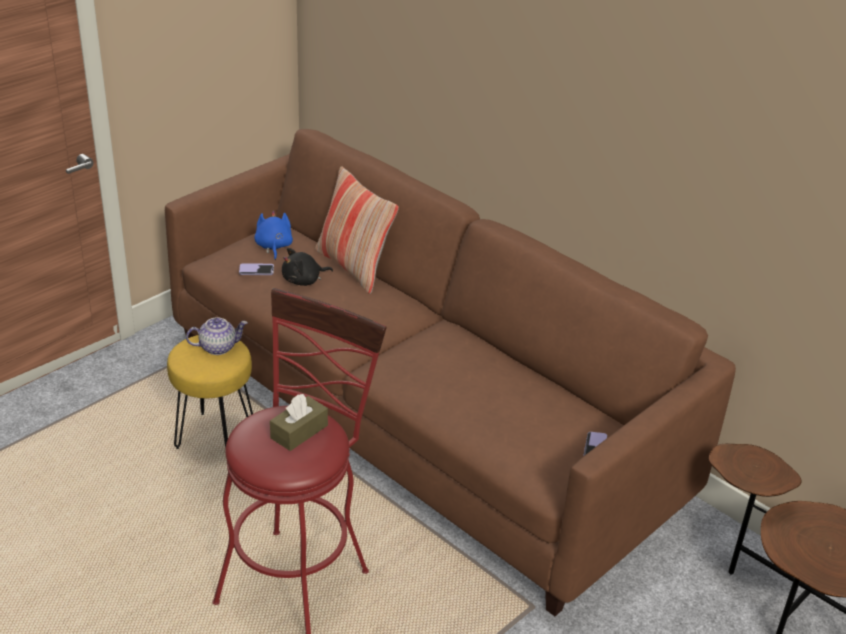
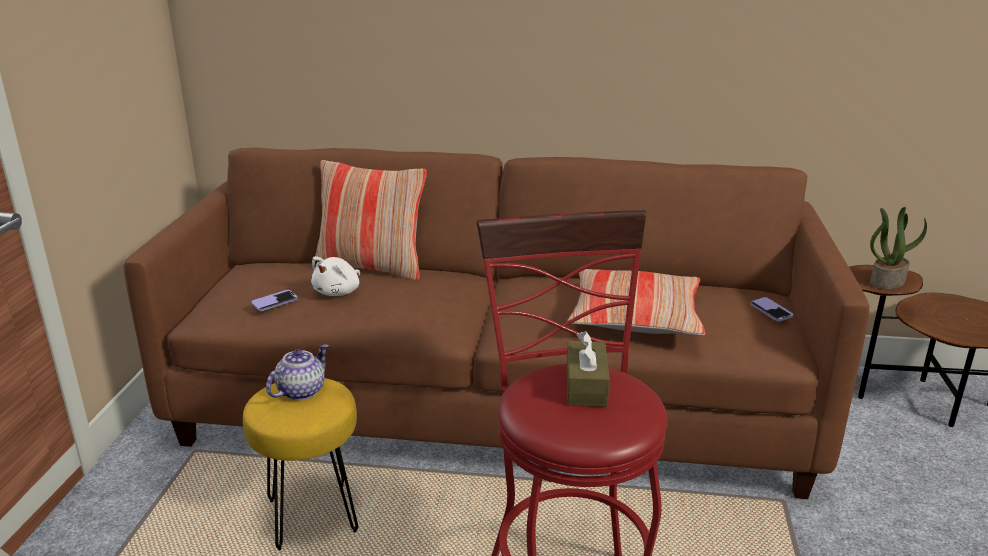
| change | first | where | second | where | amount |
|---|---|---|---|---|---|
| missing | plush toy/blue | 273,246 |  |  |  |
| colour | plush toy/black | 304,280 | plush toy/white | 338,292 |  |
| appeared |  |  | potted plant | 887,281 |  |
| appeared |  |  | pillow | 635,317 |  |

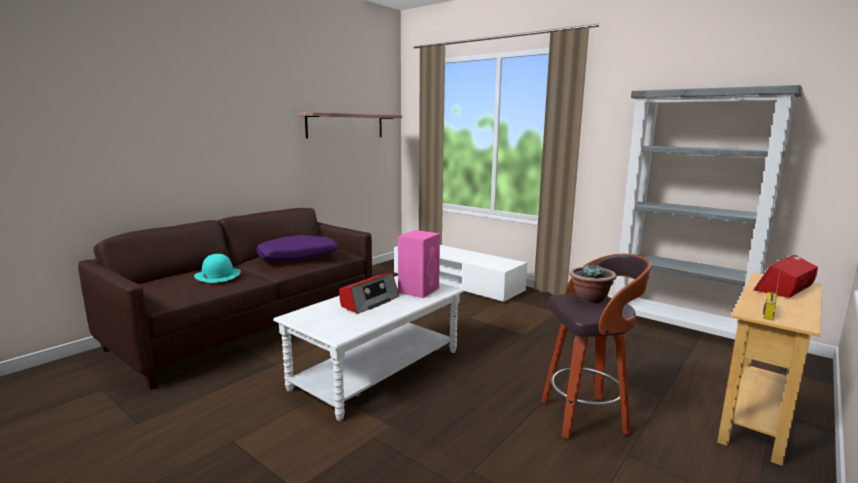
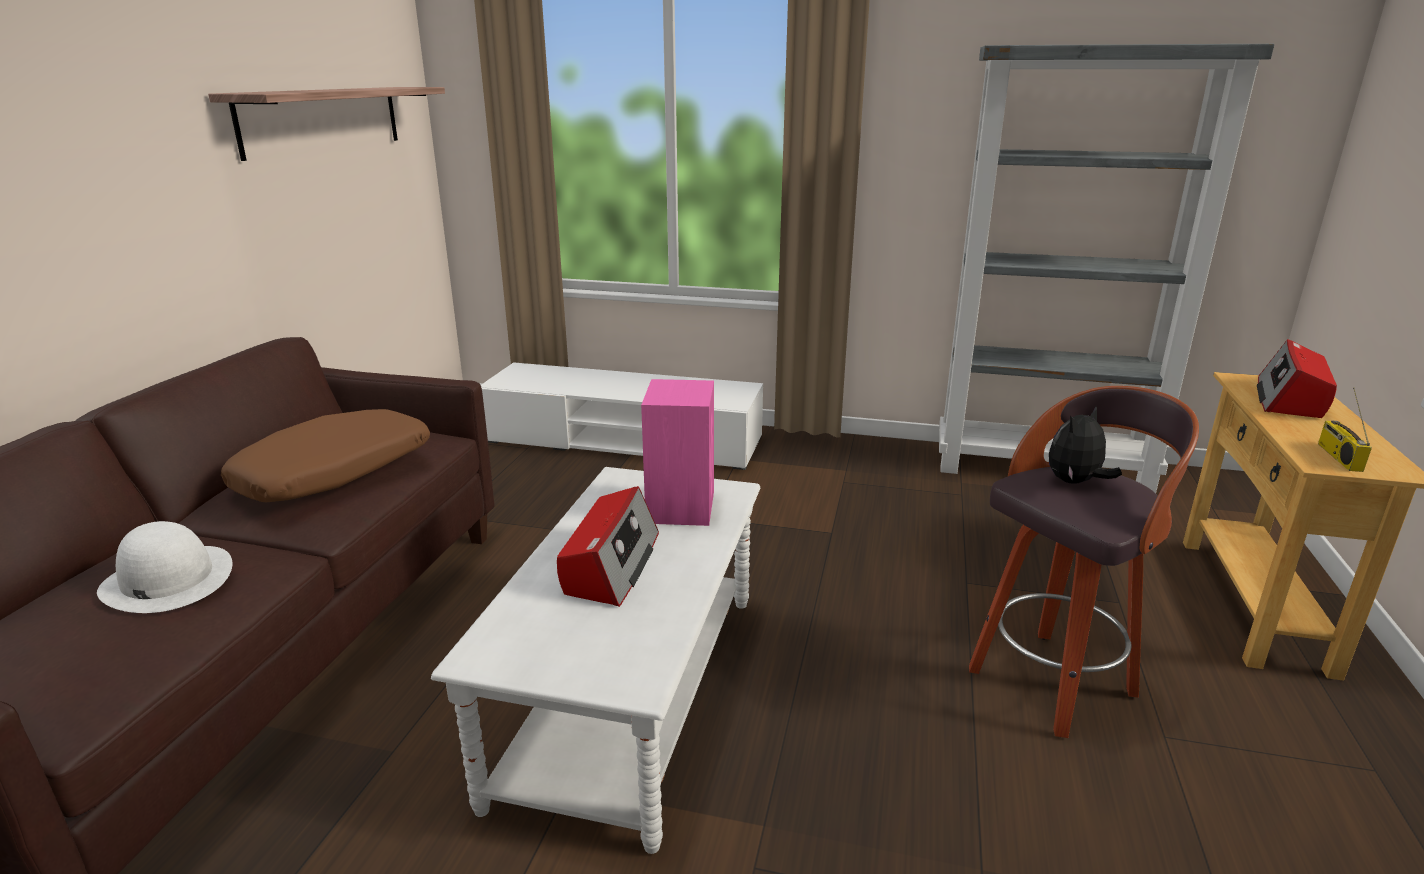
| change | first | where | second | where | amount |
|---|---|---|---|---|---|
| colour | pillow/purple | 298,257 | pillow/brown | 335,473 |  |
| colour | hat/turquoise | 217,275 | hat/white | 167,579 |  |
| exchanged | potted plant | 590,299 | plush toy | 1075,482 |  |

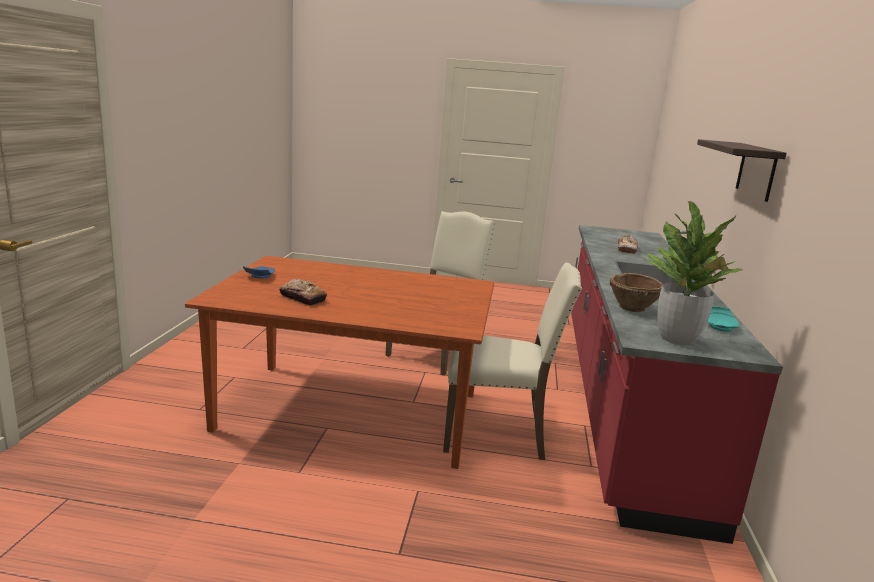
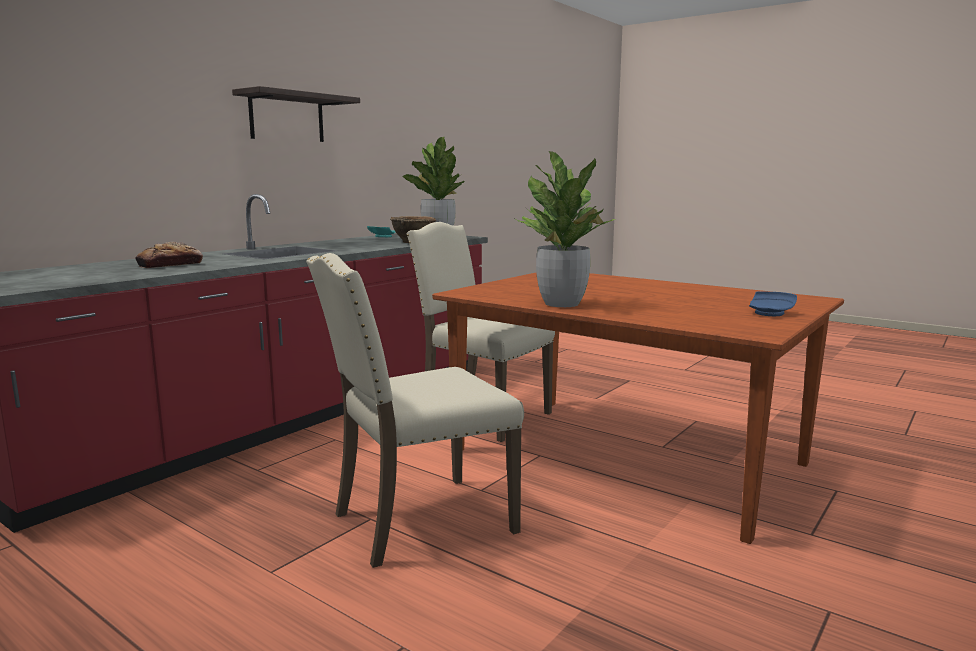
| change | first | where | second | where | amount |
|---|---|---|---|---|---|
| missing | bread | 302,298 |  |  |  |
| appeared |  |  | potted plant | 562,304 |  |

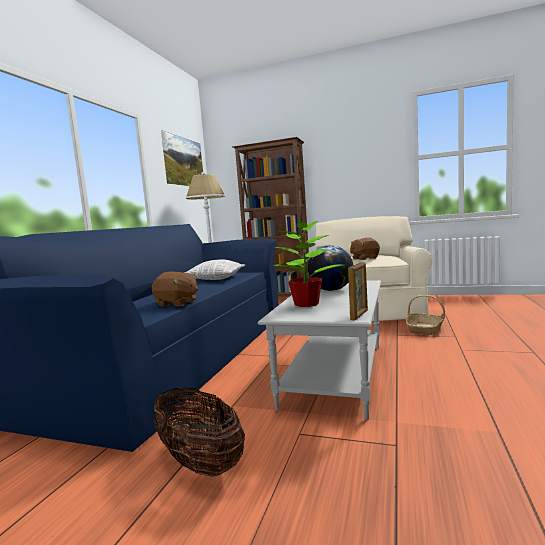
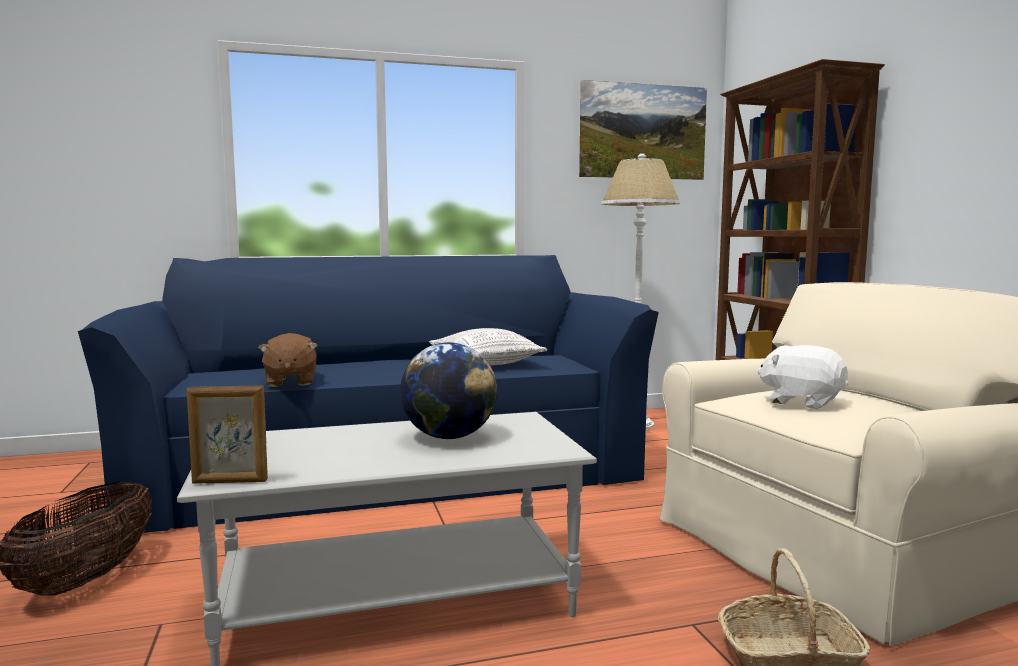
| change | first | where | second | where | amount |
|---|---|---|---|---|---|
| missing | potted plant | 307,304 |  |  |  |
| colour | plush toy/brown | 364,258 | plush toy/white | 802,402 |  |

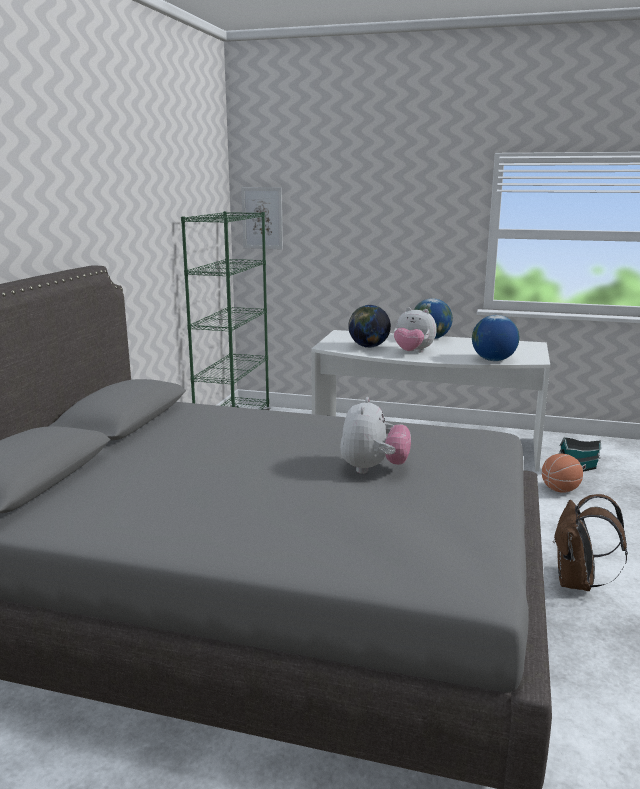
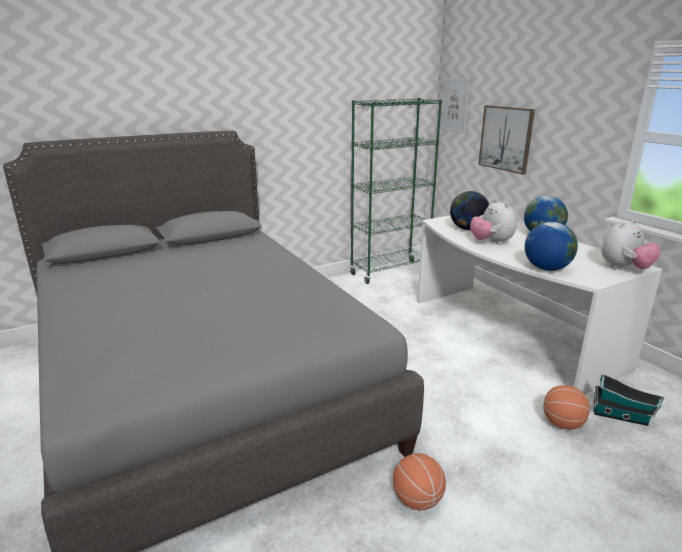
| change | first | where | second | where | amount |
|---|---|---|---|---|---|
| relocated | plush toy | 373,469 |  | 624,268 |  |
| exchanged | backpack/brown | 578,583 | basketball | 417,500 |  |
| appeared |  |  | picture | 506,138 |  |

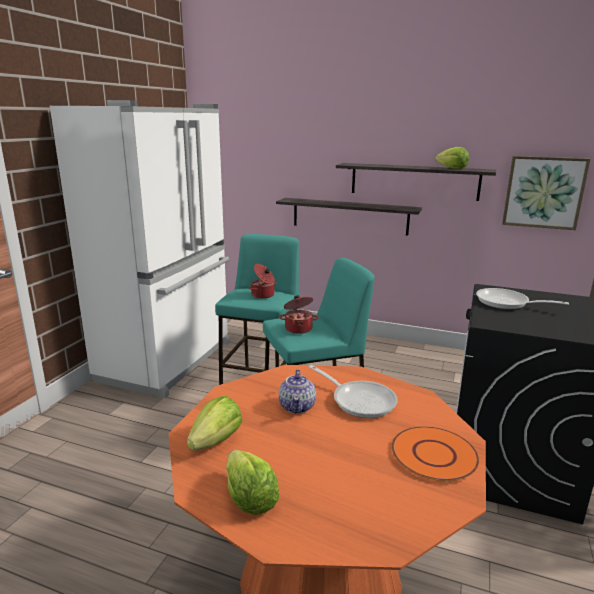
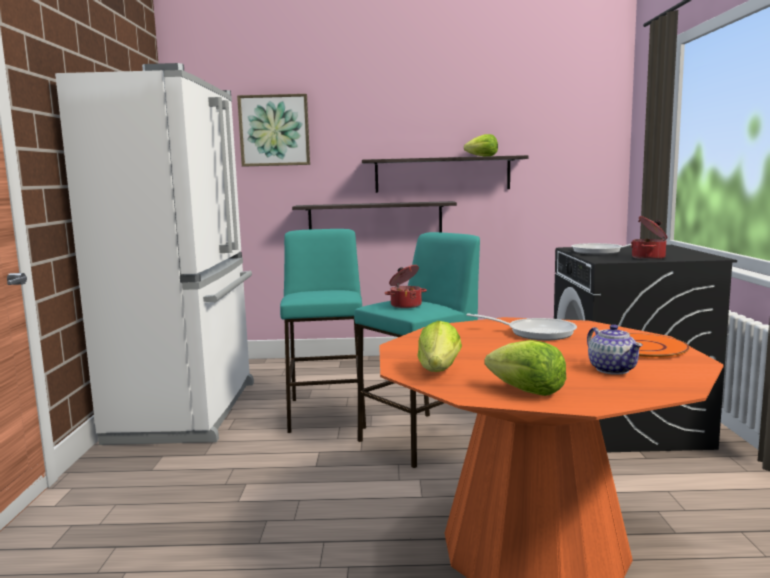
| change | first | where | second | where | amount |
|---|---|---|---|---|---|
| relocated | picture | 543,192 |  | 274,130 |  |
| relocated | cooking pot | 263,295 |  | 649,258 |  |
| relocated | teapot | 297,406 |  | 612,369 |  |

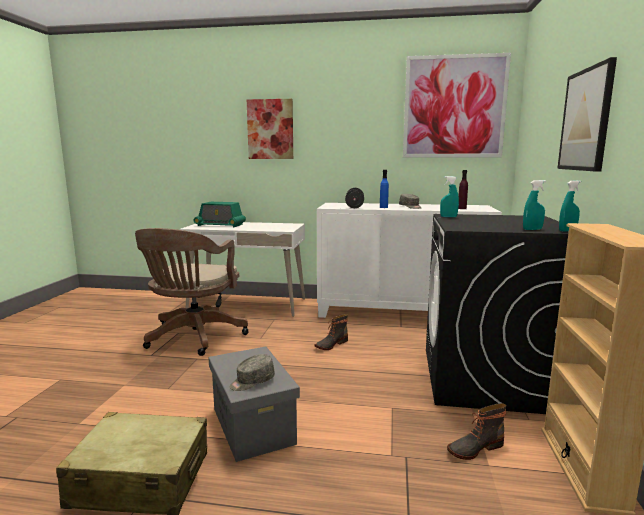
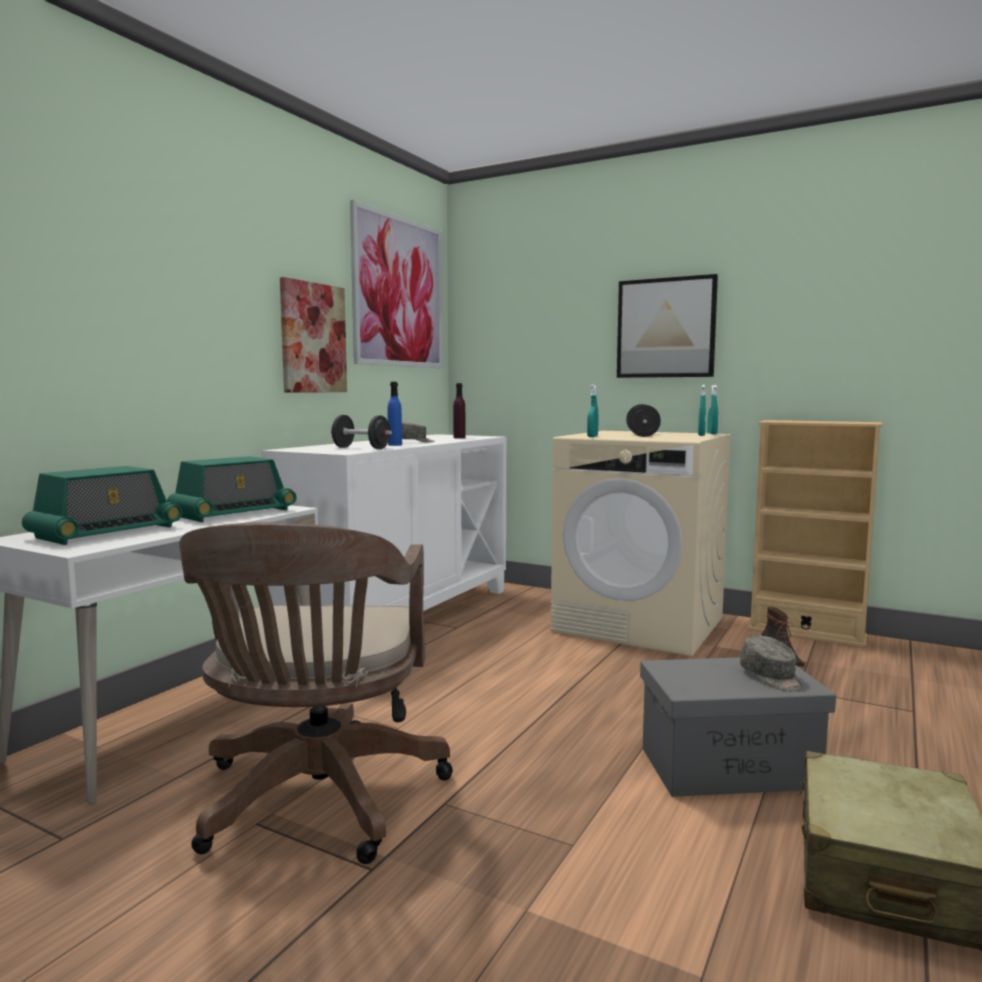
| change | first | where | second | where | amount |
|---|---|---|---|---|---|
| relocated | picture | 270,129 |  | 313,338 |  |
| colour | washing machine/black | 485,379 | washing machine/beige | 640,624 |  |
| spun | office chair/brown | 193,338 |  | 317,802 | 60 degrees clockwise |
| missing | boot | 331,344 |  |  |  |
| appeared |  |  | dumbbell/black | 642,435 |  |
| appeared |  |  | radio | 233,513 |  |

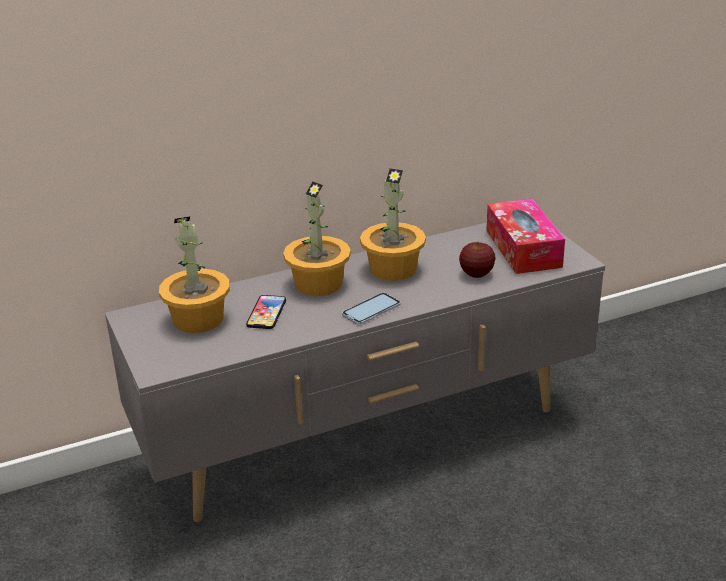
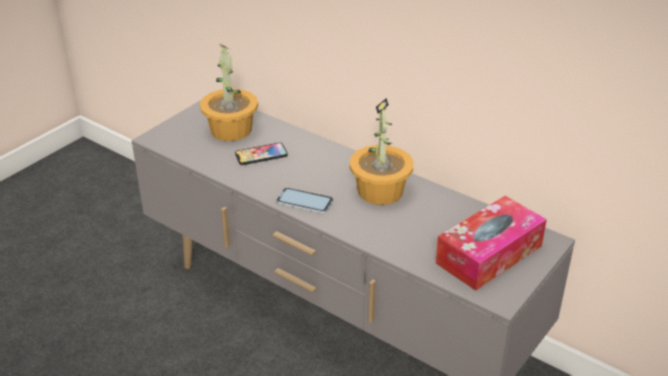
| change | first | where | second | where | amount |
|---|---|---|---|---|---|
| missing | potted plant | 319,283 |  |  |  |
| missing | apple | 476,274 |  |  |  |

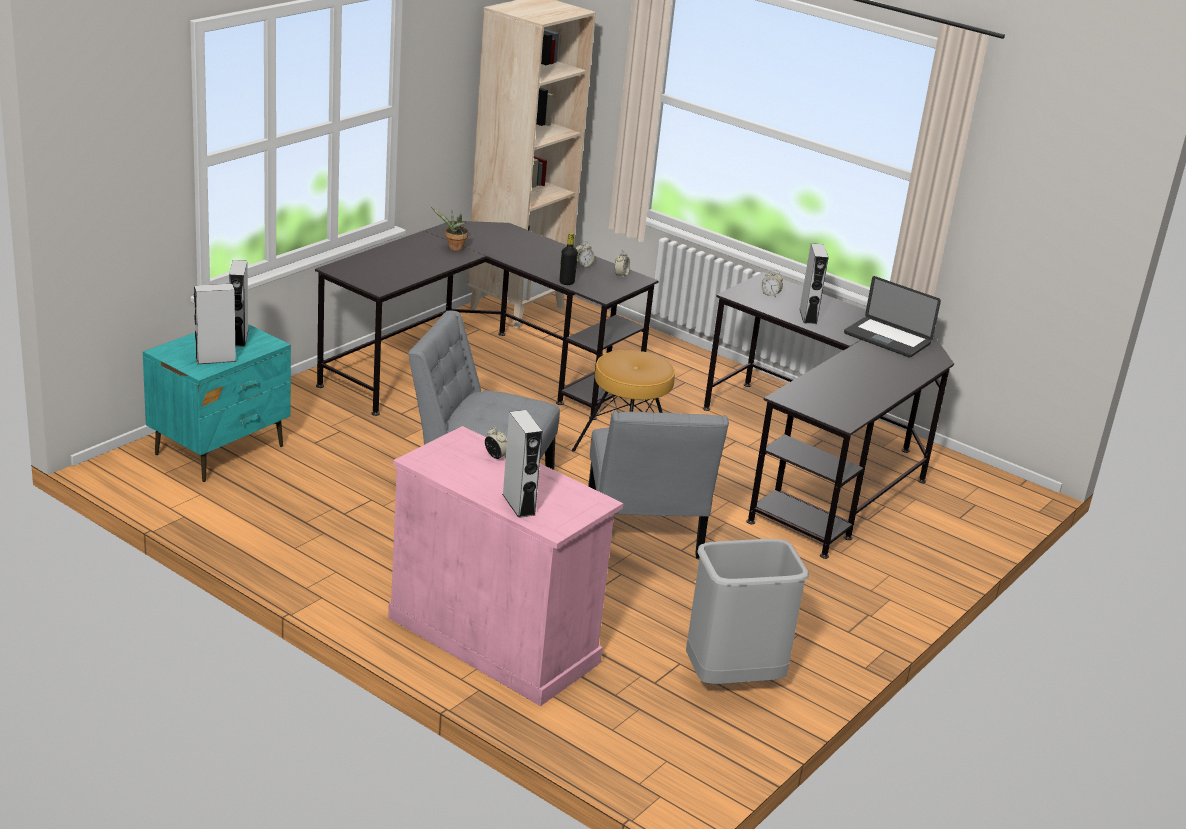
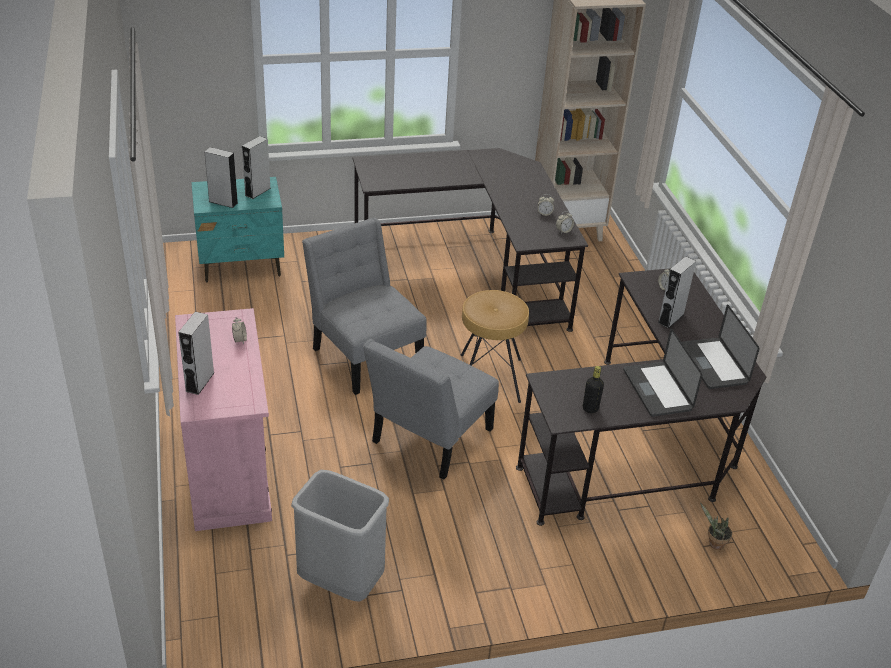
| change | first | where | second | where | amount |
|---|---|---|---|---|---|
| relocated | potted plant | 453,248 |  | 714,544 |  |
| relocated | bottle/black | 566,282 |  | 590,409 |  |
| appeared |  |  | laptop | 657,390 |  |

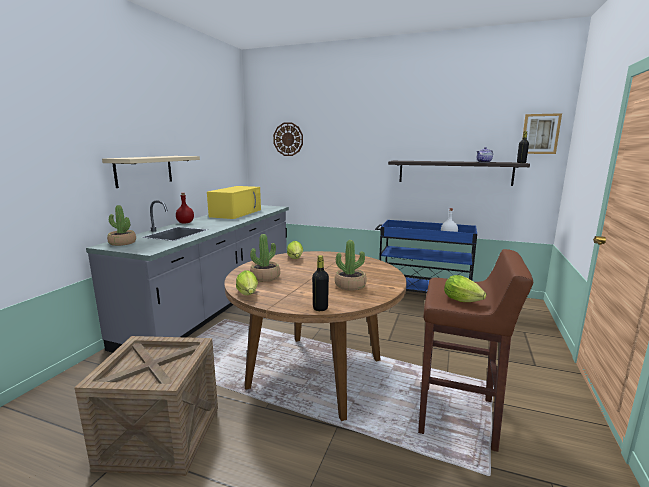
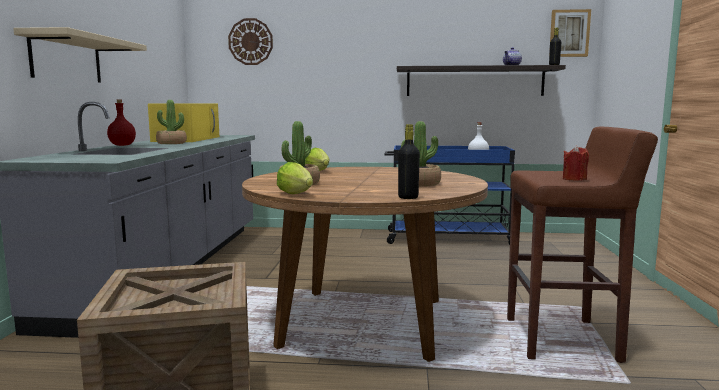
| change | first | where | second | where | amount |
|---|---|---|---|---|---|
| relocated | potted plant | 122,243 |  | 171,143 |  |
| exchanged | lettuce | 464,301 | candle/red | 574,179 |  |

